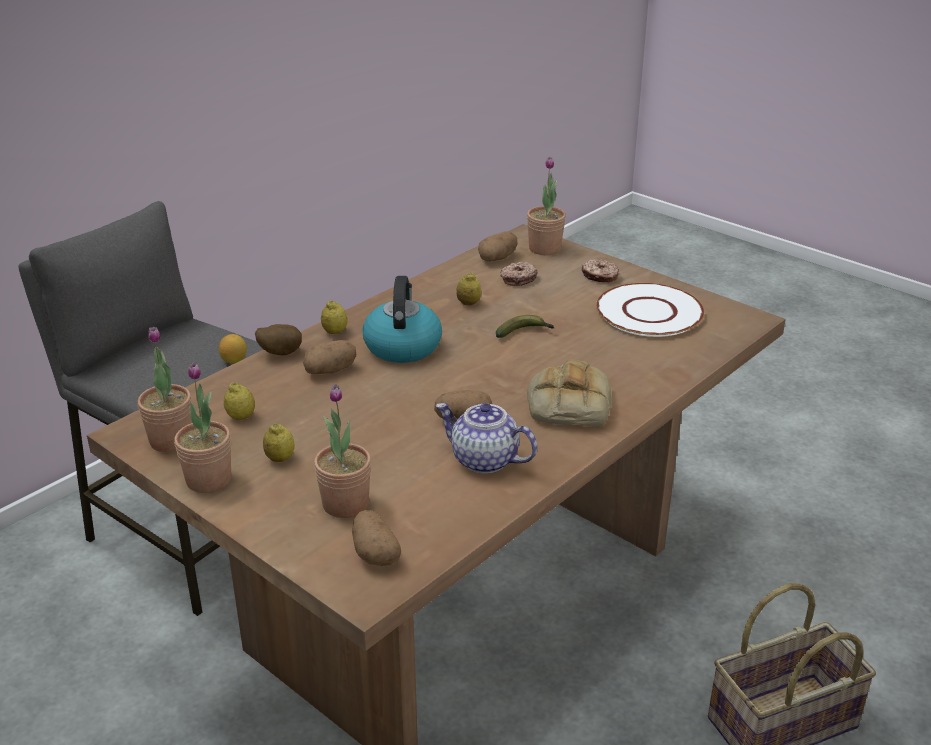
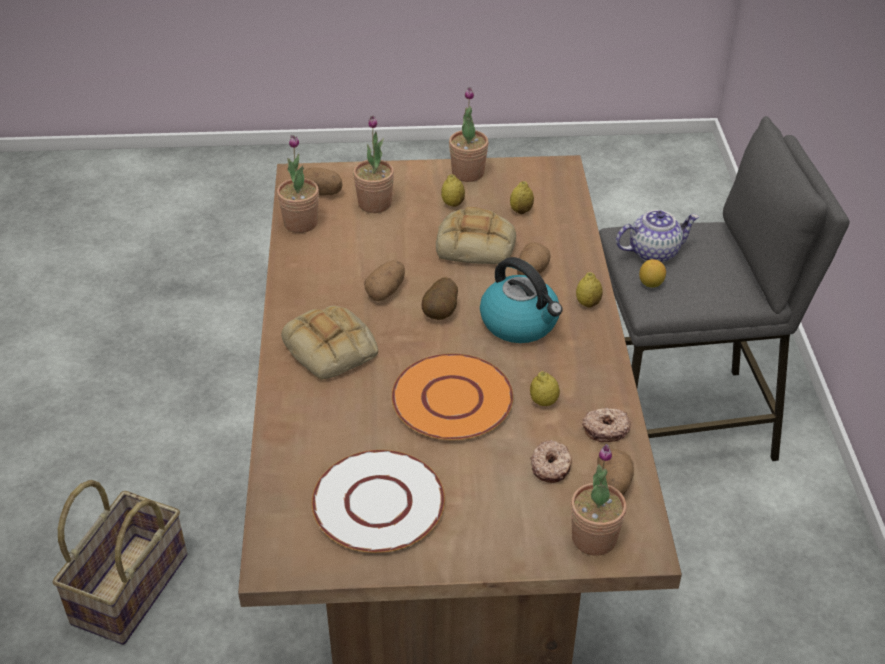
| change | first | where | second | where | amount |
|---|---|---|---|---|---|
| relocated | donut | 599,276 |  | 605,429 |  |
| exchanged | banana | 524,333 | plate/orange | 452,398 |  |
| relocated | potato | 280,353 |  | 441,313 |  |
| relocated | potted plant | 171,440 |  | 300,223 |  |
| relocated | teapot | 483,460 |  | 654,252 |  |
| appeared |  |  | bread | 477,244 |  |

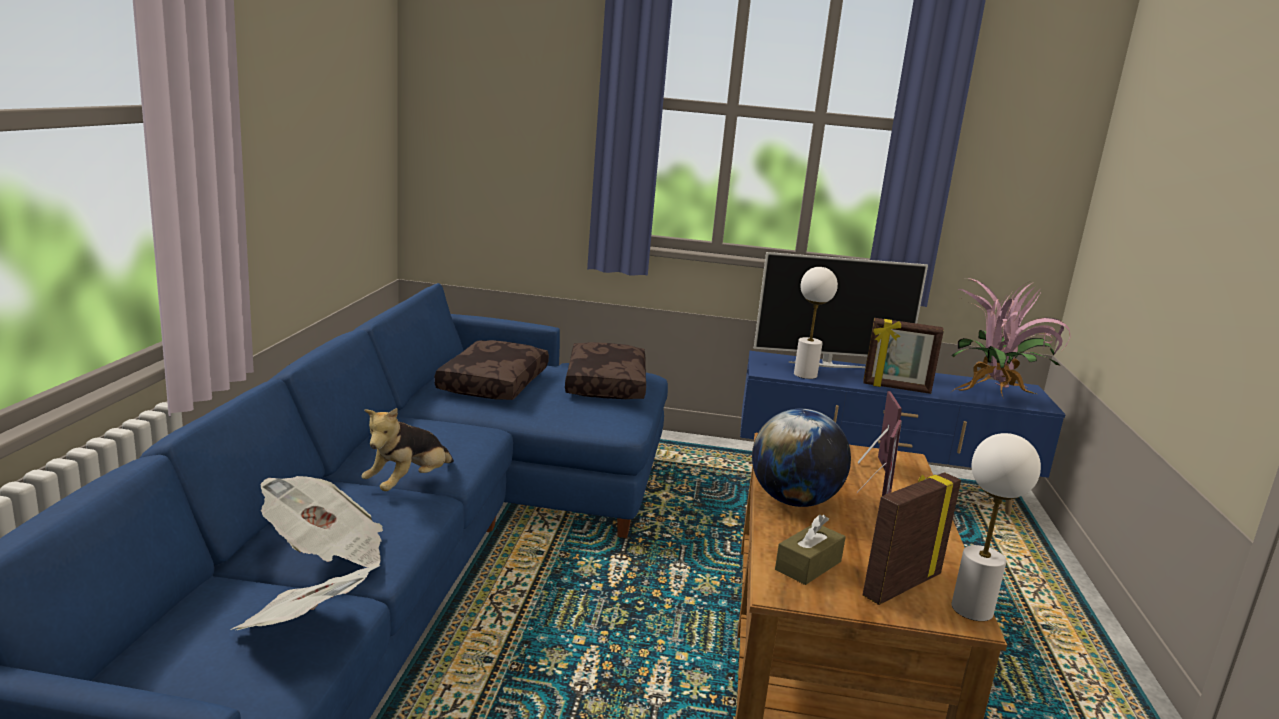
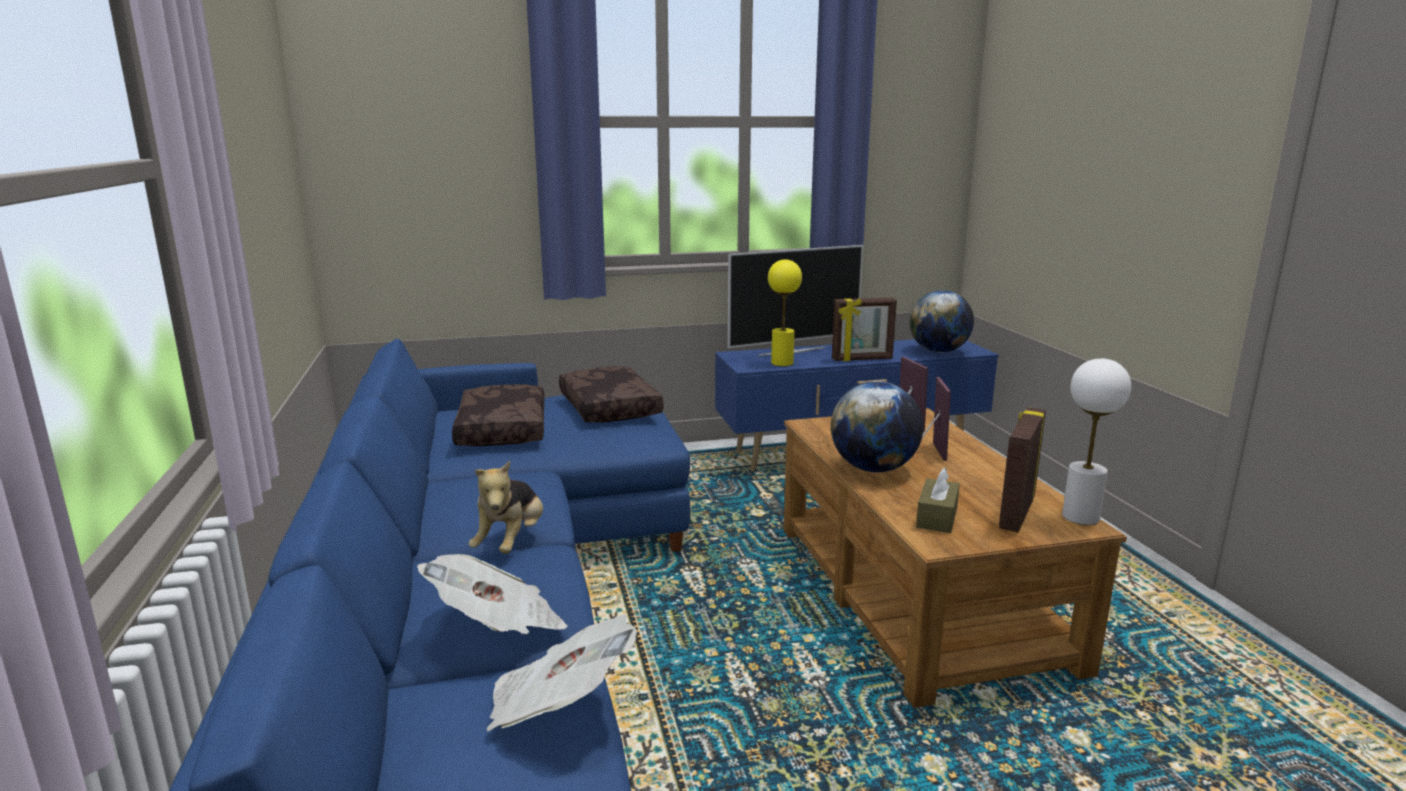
| change | first | where | second | where | amount |
|---|---|---|---|---|---|
| colour | table lamp/white | 805,374 | table lamp/yellow | 782,363 |  |
| exchanged | potted plant | 995,397 | globe | 938,351 |  |

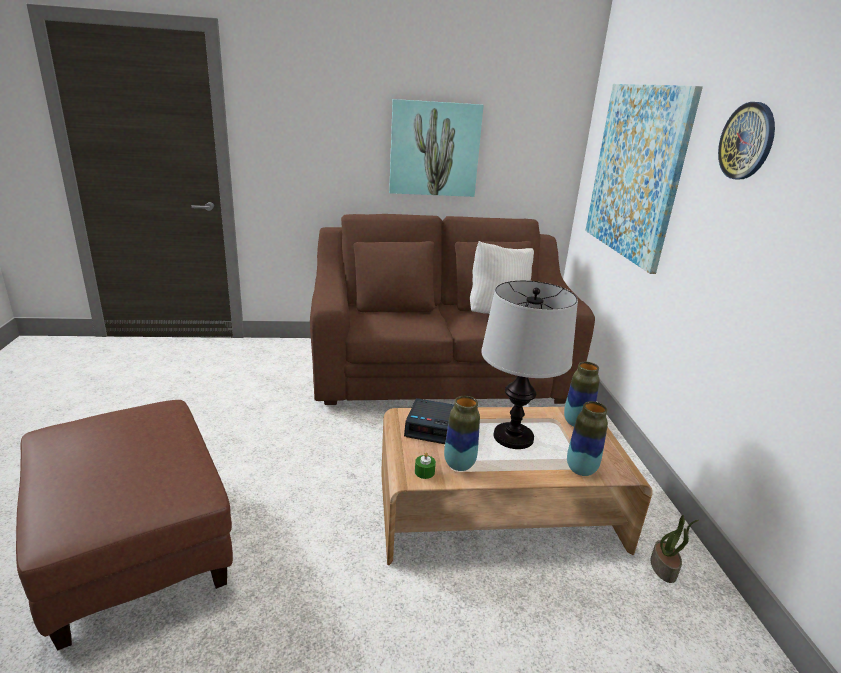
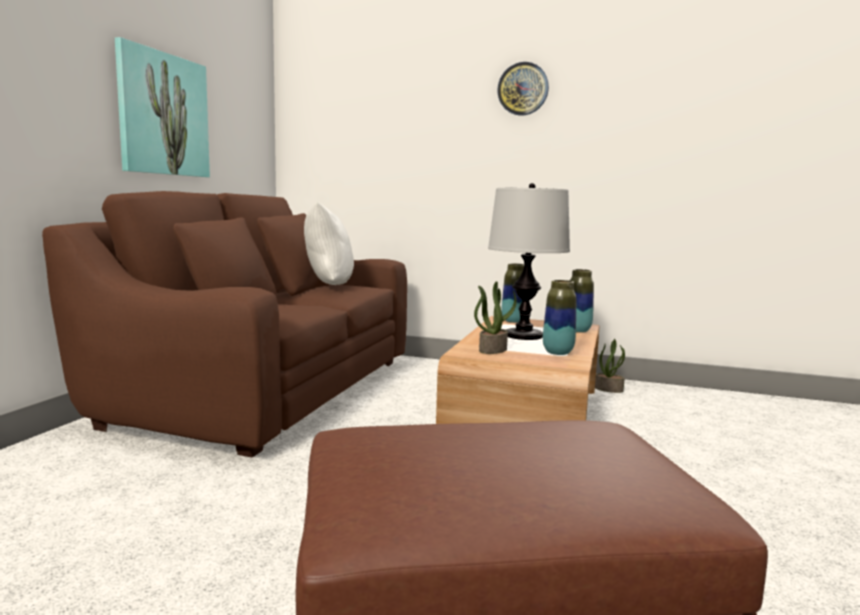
| change | first | where | second | where | amount |
|---|---|---|---|---|---|
| missing | picture | 636,172 |  |  |  |
| exchanged | alarm clock | 435,427 | potted plant | 492,350 |  |
| missing | candle/green | 424,472 |  |  |  |

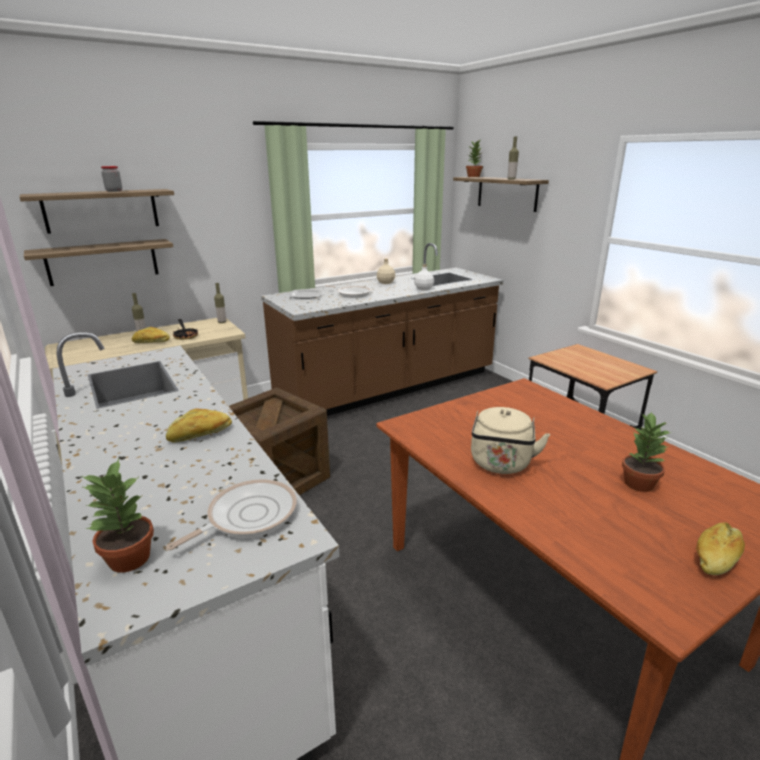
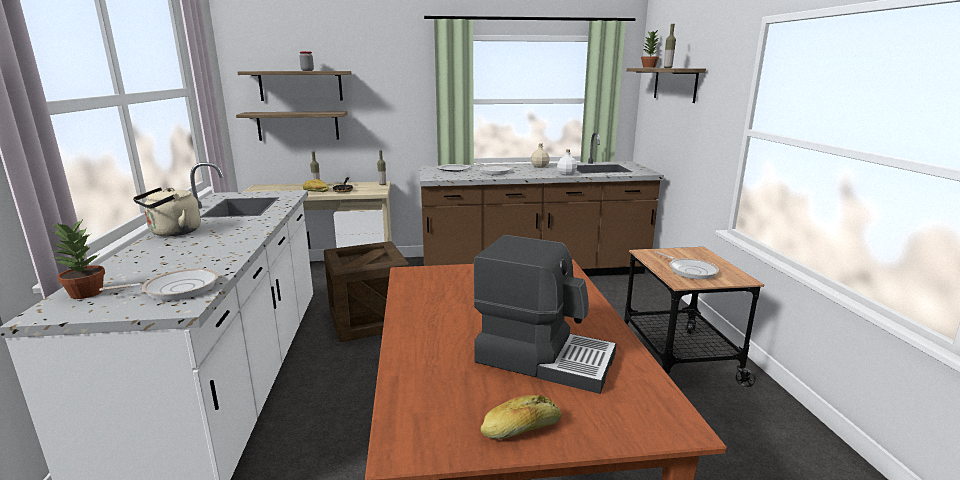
| change | first | where | second | where | amount |
|---|---|---|---|---|---|
| relocated | kettle/beige | 501,465 |  | 173,233 |  |
| missing | bread | 200,435 |  |  |  |
| exchanged | potted plant | 638,483 | coffee machine | 544,357 |  |
| appeared |  |  | frying pan | 690,270 |  |

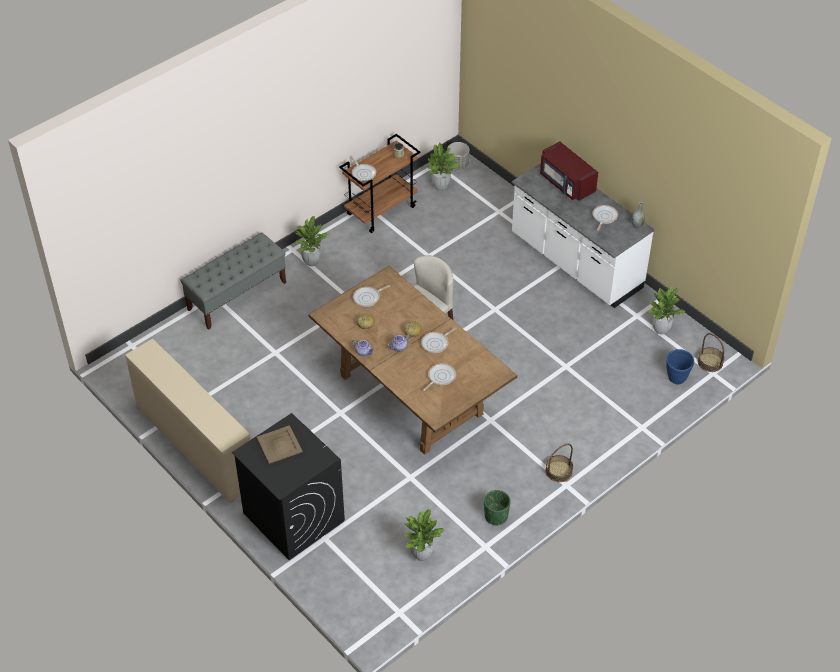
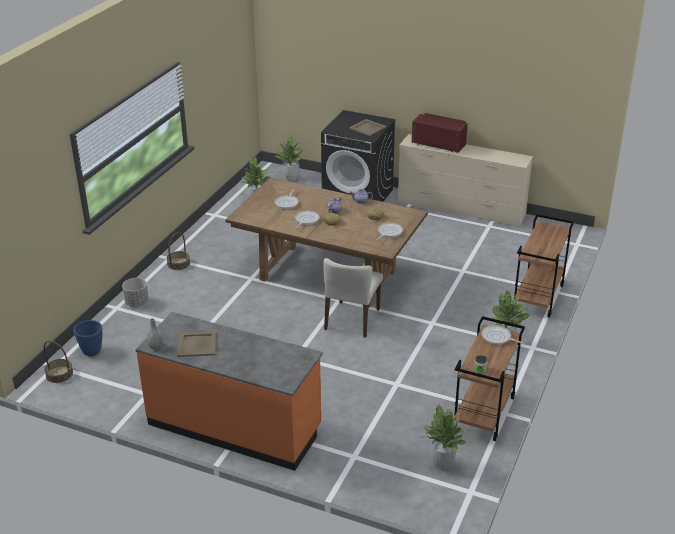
| change | first | where | second | where | amount |
|---|---|---|---|---|---|
| relocated | microwave/red | 566,183 |  | 439,144 |  |
| relocated | planter/grey | 457,164 |  | 137,303 |  |
| colour | counter/white | 575,263 | counter/orange | 235,426 |  |
| exchanged | frying pan | 604,217 | tray/beige | 197,344 |  |
| exchanged | bench/grey | 237,295 | cart/brown | 538,298 |  |
| relocated | potted plant | 661,329 |  | 291,178 |  |
| missing | planter/green | 496,516 |  |  |  |

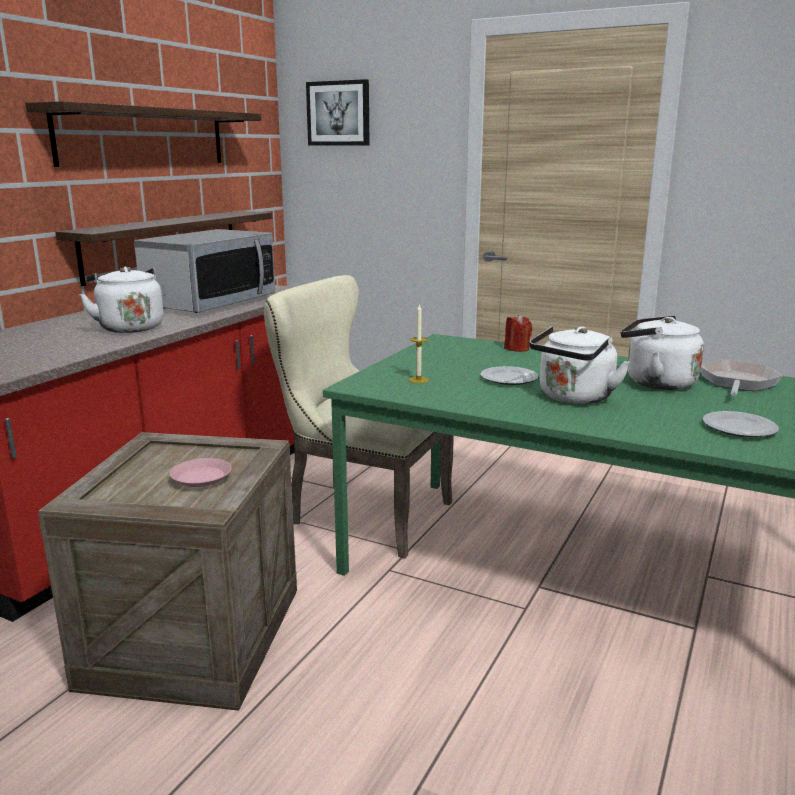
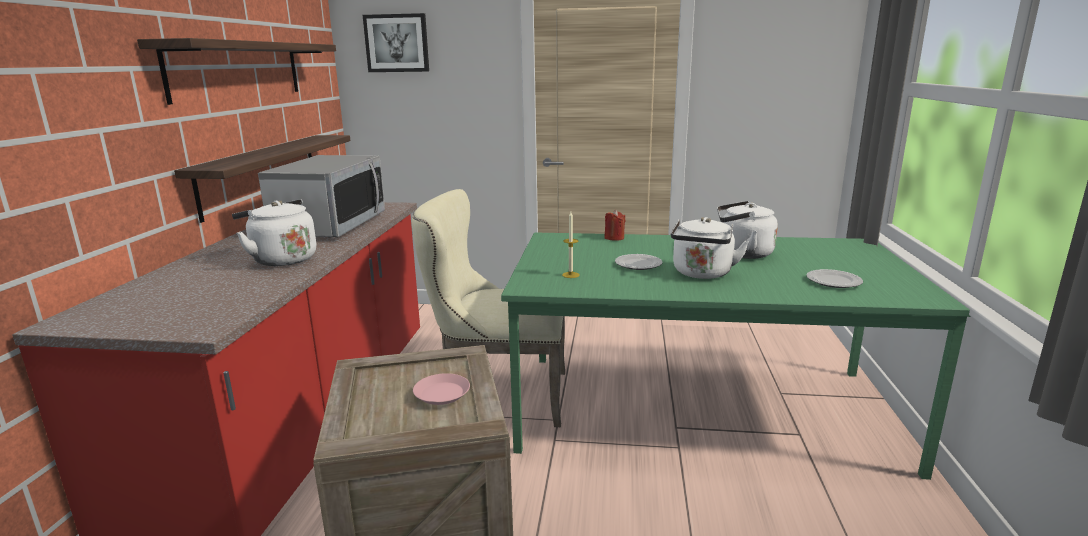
| change | first | where | second | where | amount |
|---|---|---|---|---|---|
| missing | frying pan | 737,383 |  |  |  |

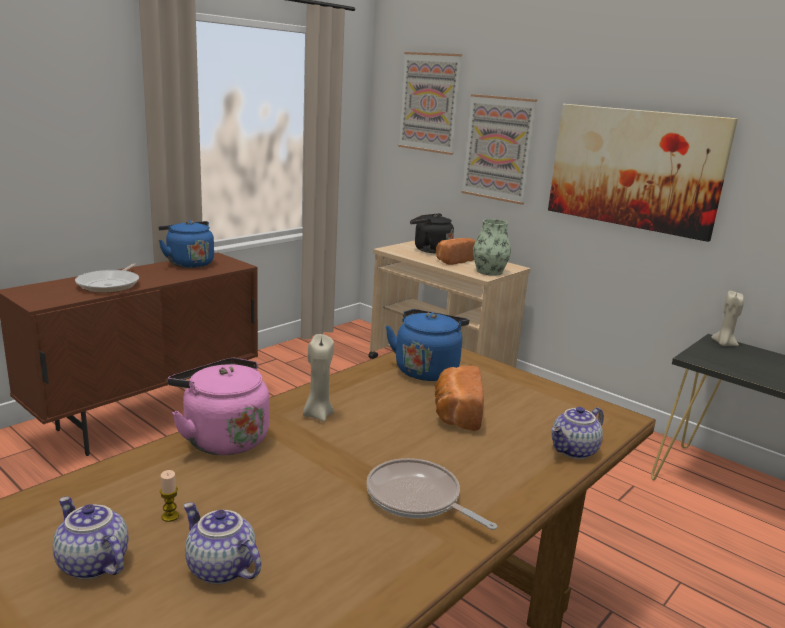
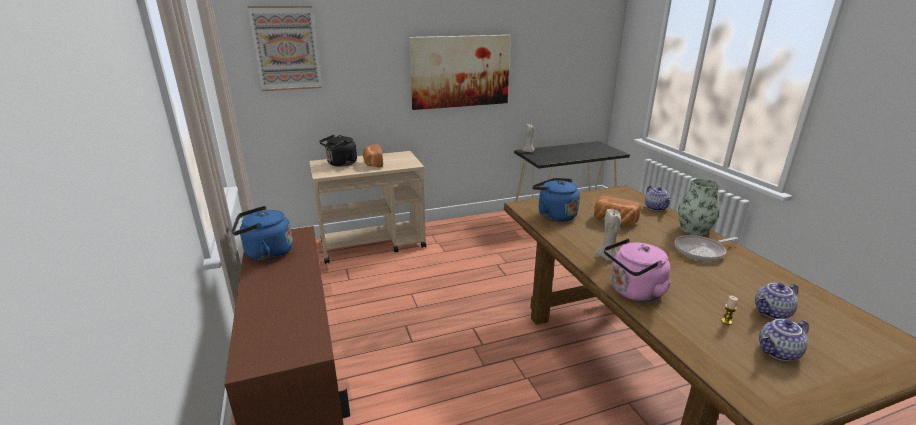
| change | first | where | second | where | amount |
|---|---|---|---|---|---|
| missing | picture | 498,148 |  |  |  |
| relocated | vase | 489,271 |  | 694,230 |  |
| missing | frying pan | 110,284 |  |  |  |

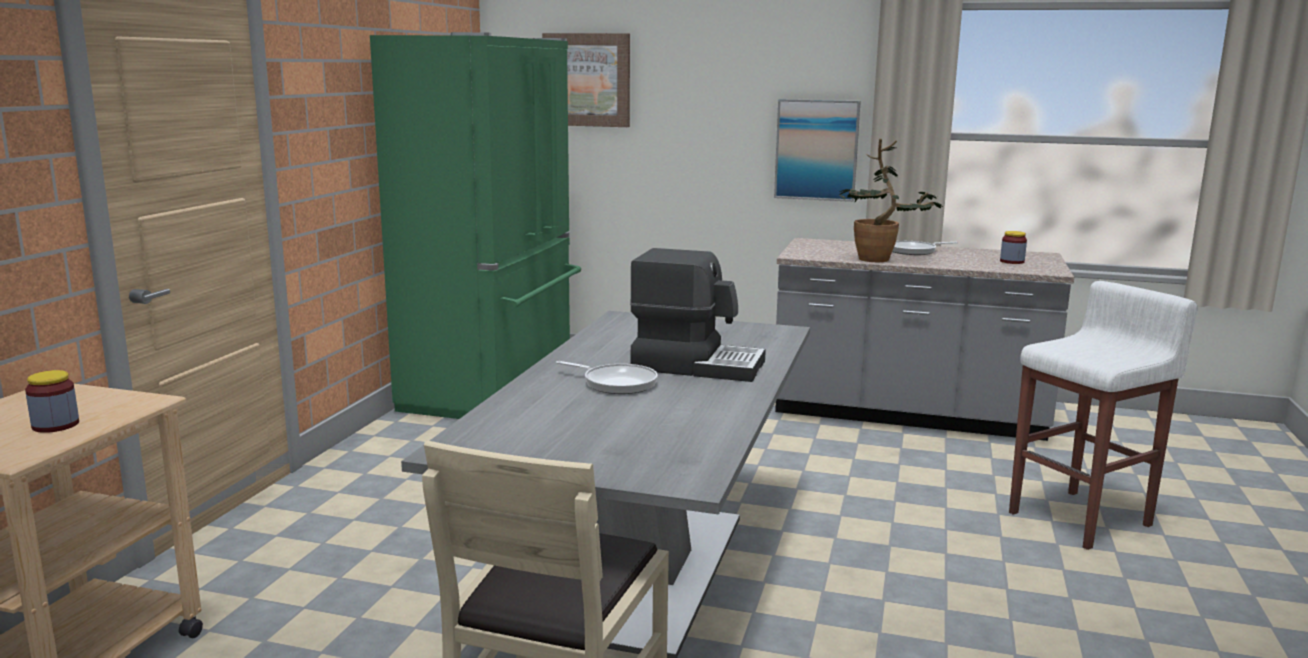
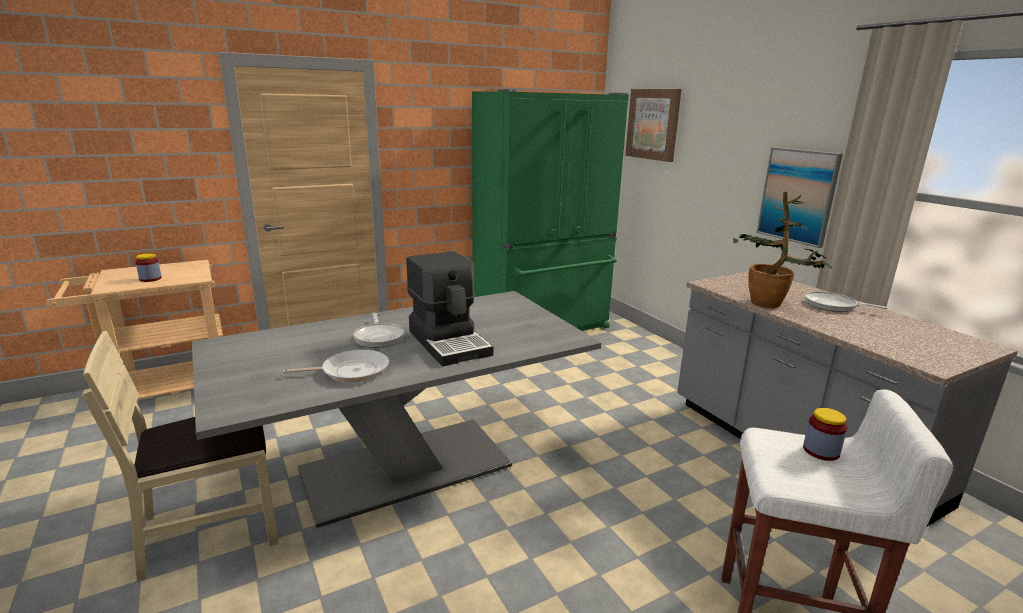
| change | first | where | second | where | amount |
|---|---|---|---|---|---|
| relocated | jar | 1012,261 |  | 821,451 |  |
| appeared |  |  | frying pan | 351,371 |  |

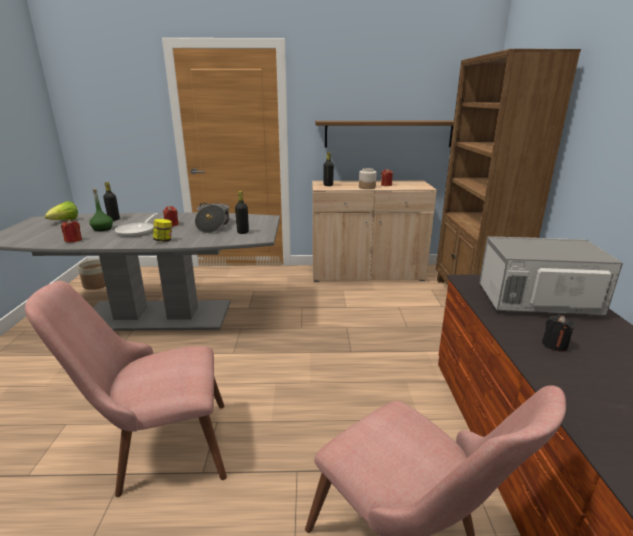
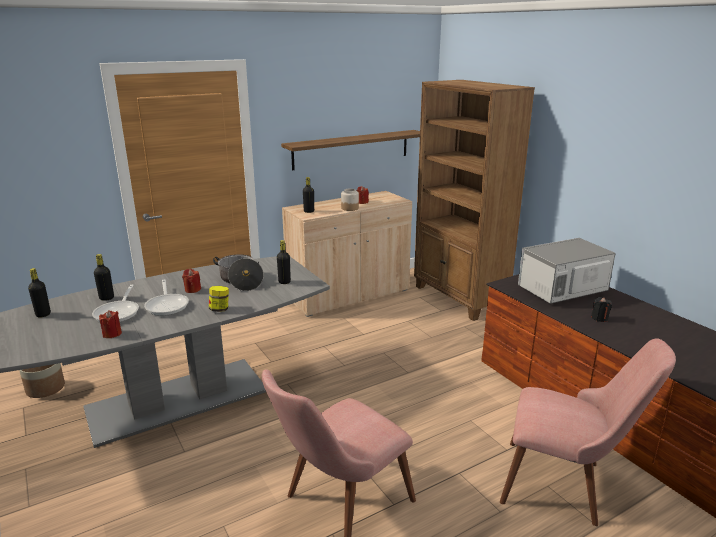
| change | first | where | second | where | amount |
|---|---|---|---|---|---|
| exchanged | bottle/green | 103,229 | frying pan | 118,312 |  |
| exchanged | lettuce | 65,221 | bottle/black | 43,314 |  |

